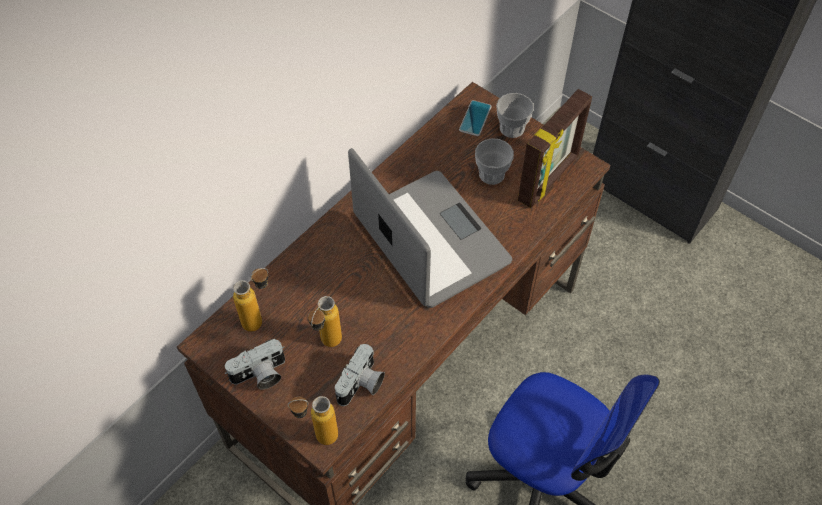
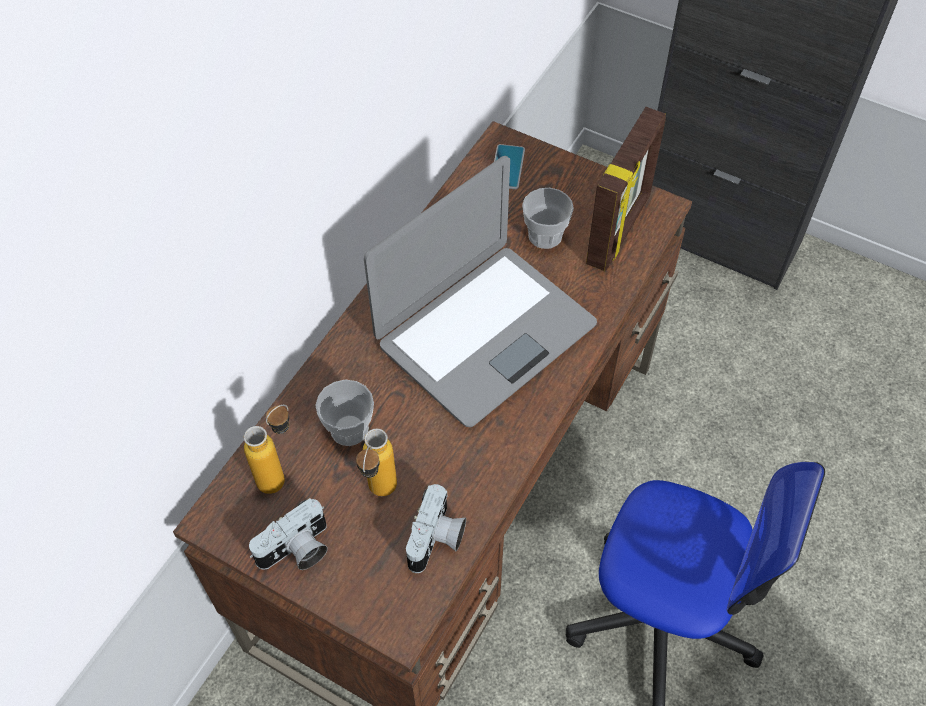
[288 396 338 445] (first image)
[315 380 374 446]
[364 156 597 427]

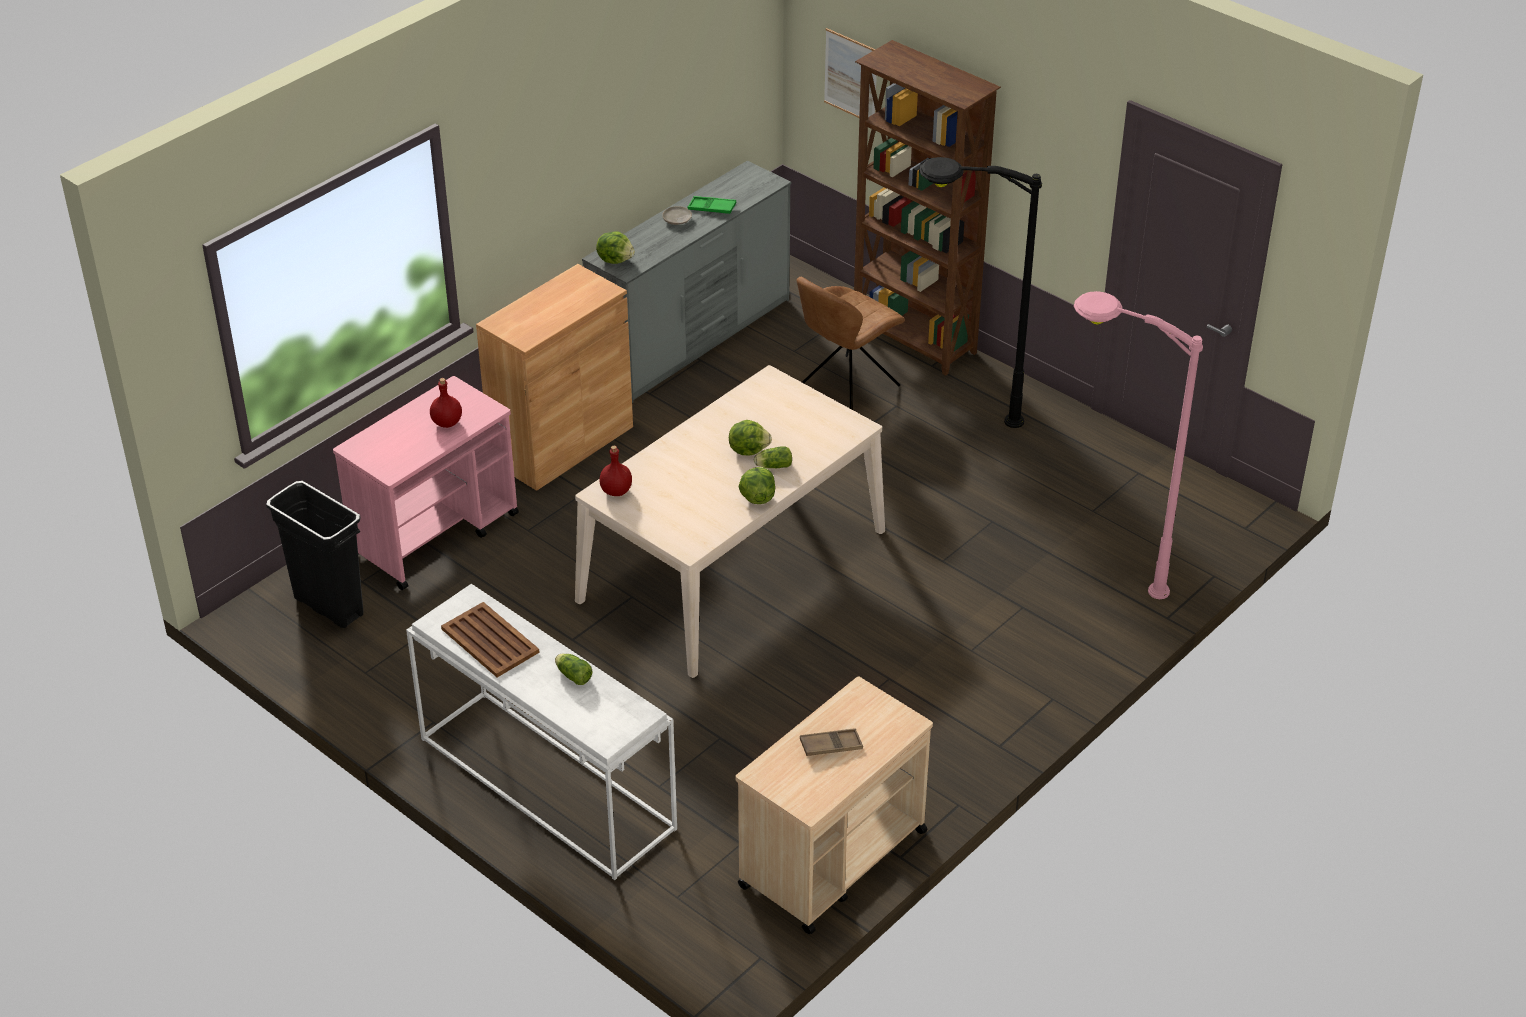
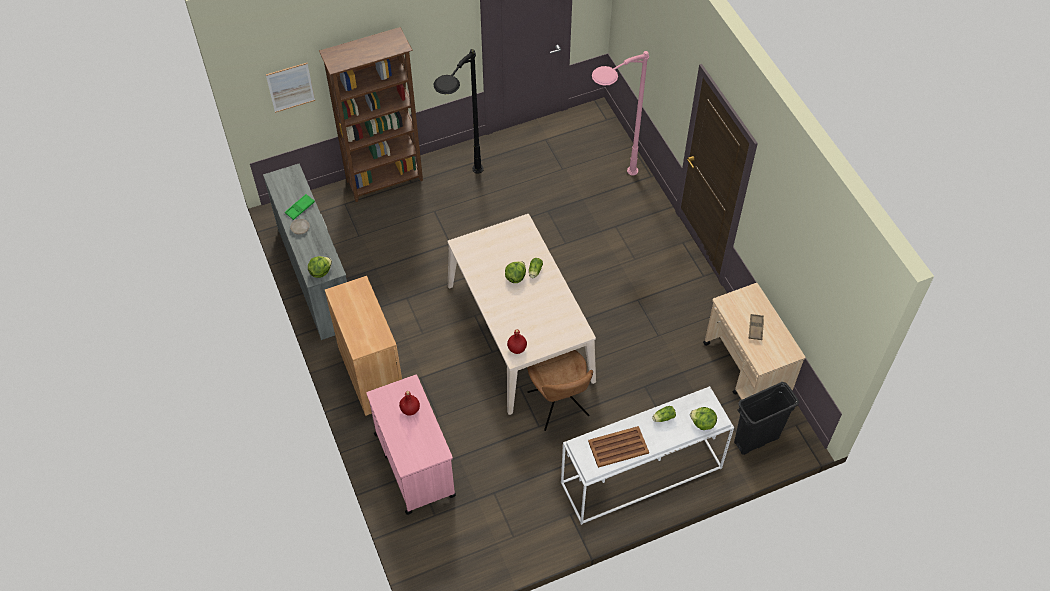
[734 382 799 455]
[690 407 717 430]
[527 350 593 431]

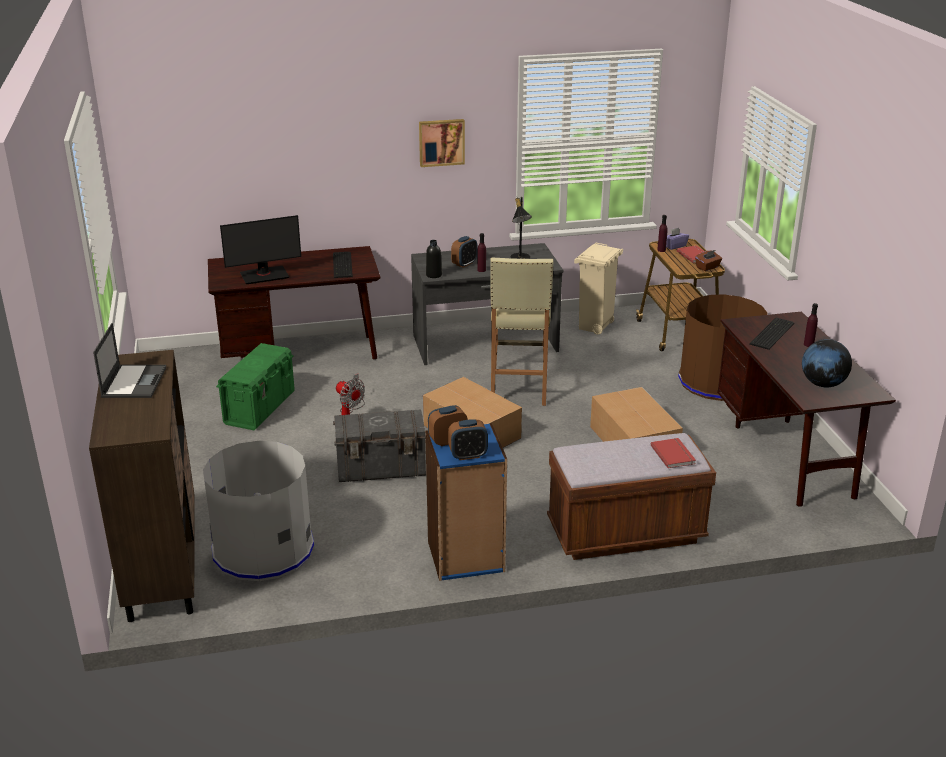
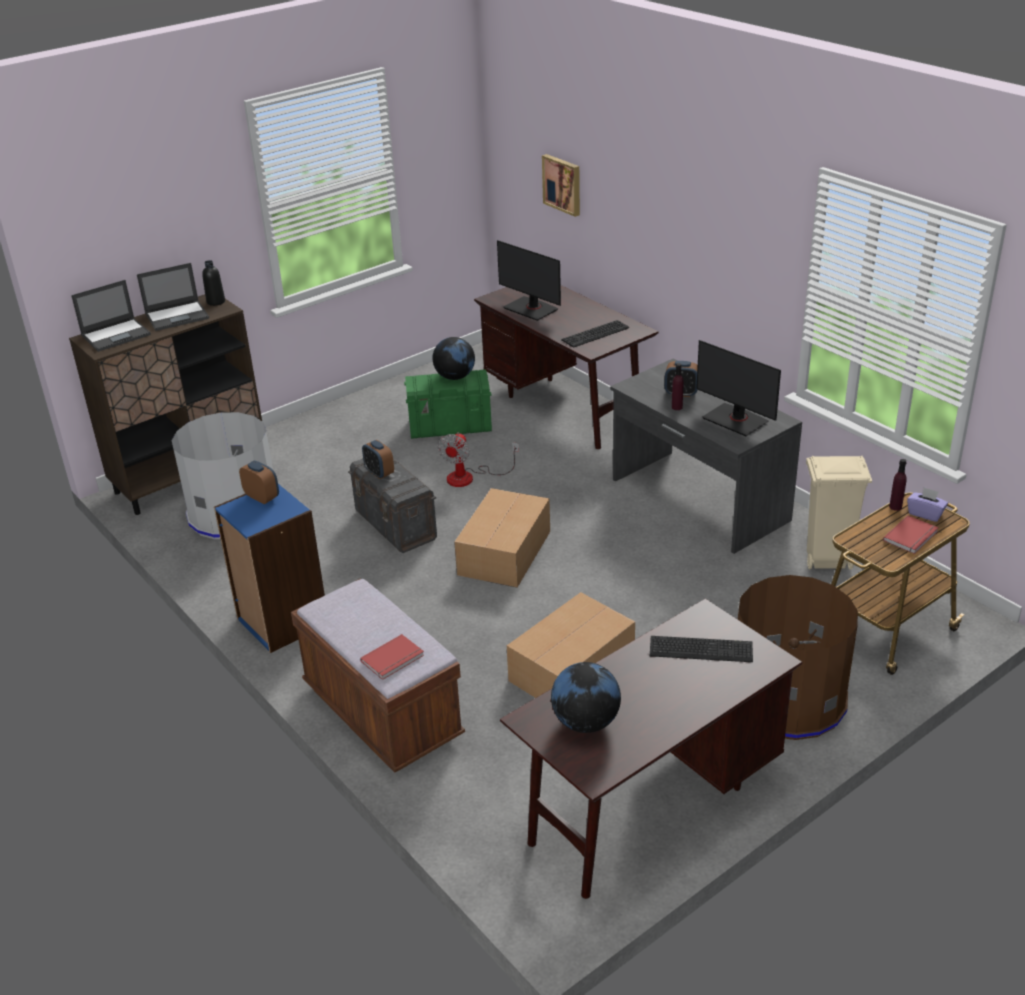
[490 258 553 406] (first image)
[695 250 722 271] (first image)
[804 303 818 347] (first image)
[71 280 151 352]
[432 337 475 380]
[542 154 580 217]
[202 260 225 306]
[362 440 394 479]
[696 340 781 436]

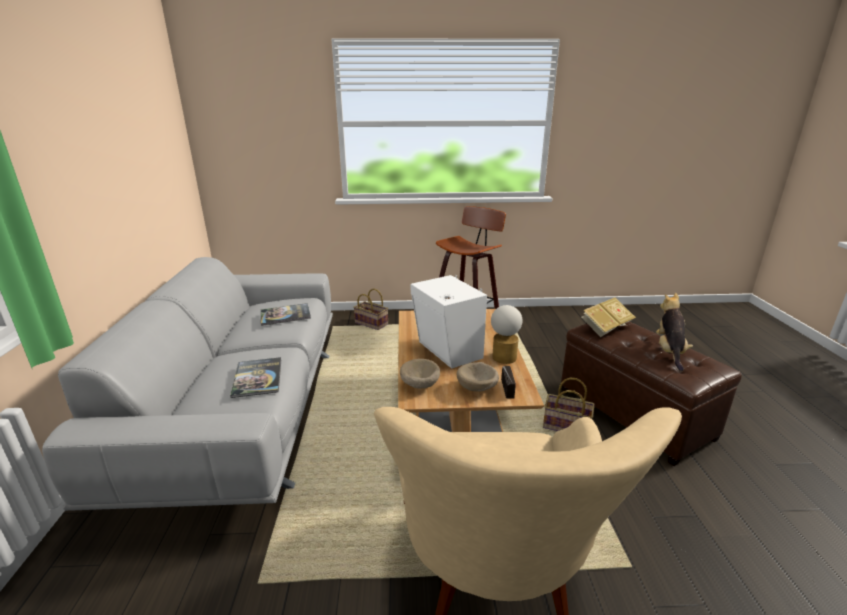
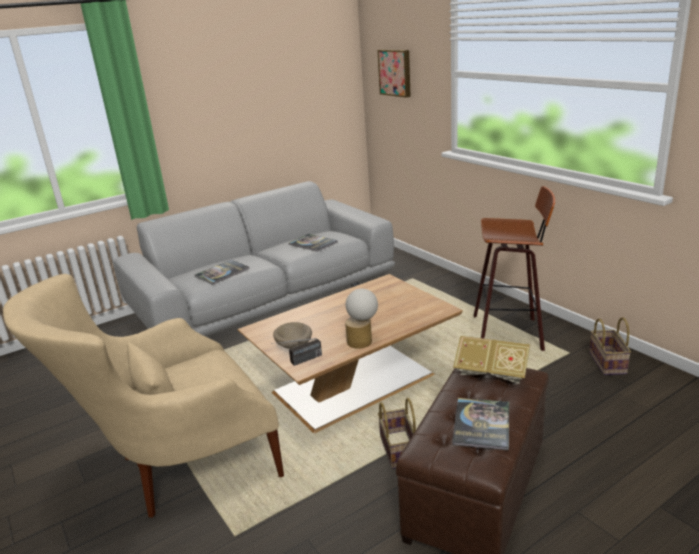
[400 359 440 389] (first image)
[411 275 487 369] (first image)
[377 49 411 98]
[589 317 631 375]
[452 398 509 450]

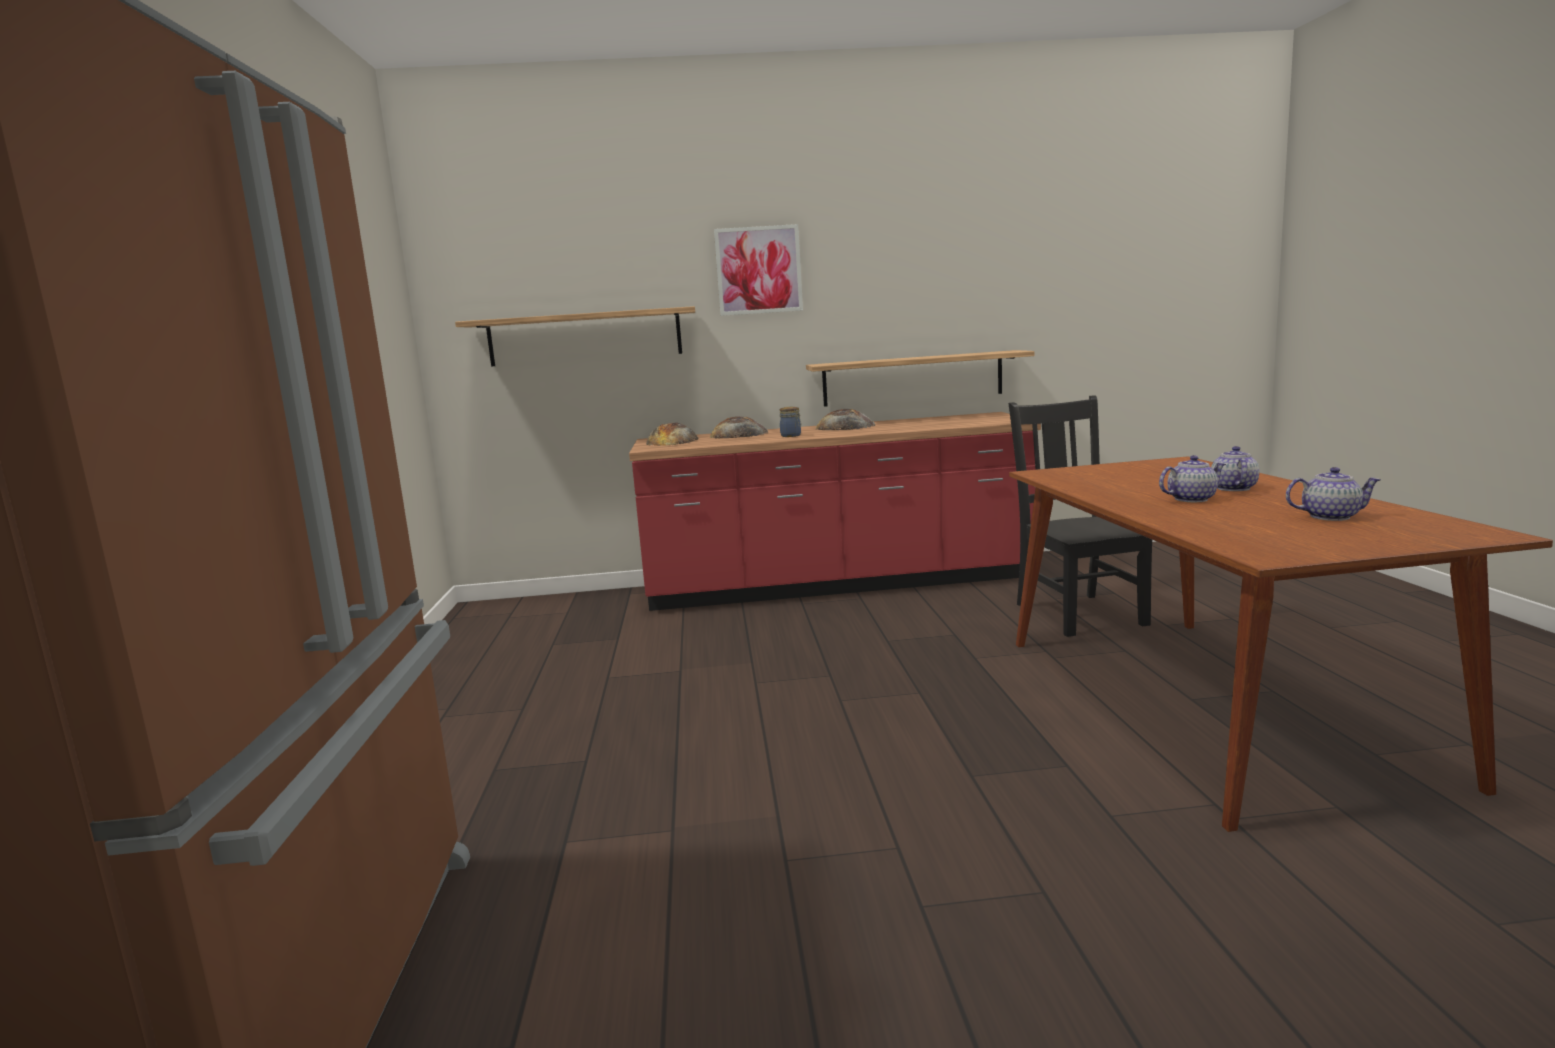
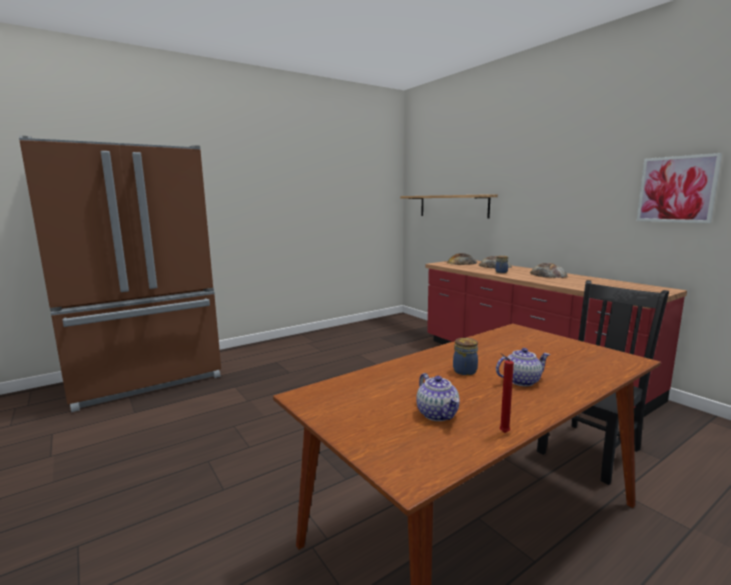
[806 350 1034 407] (first image)
[499 353 514 433]
[637 153 722 223]
[453 338 478 375]

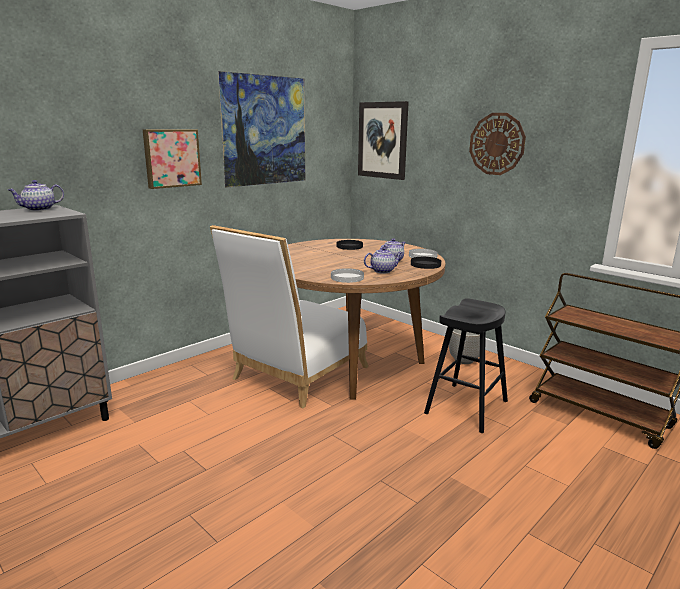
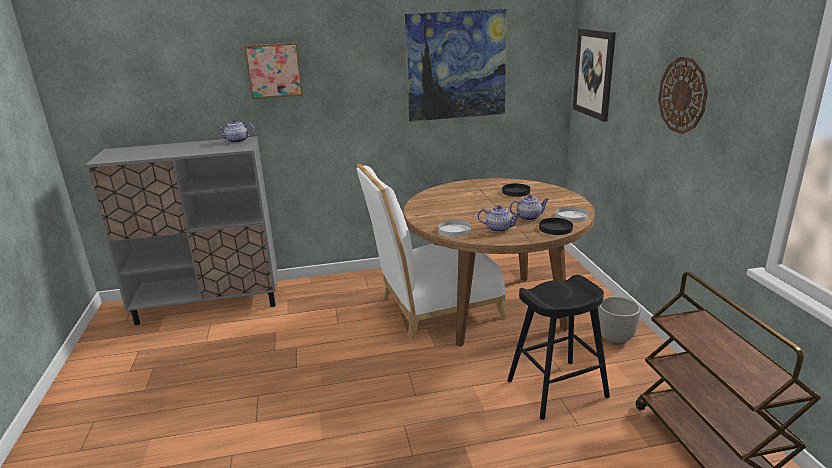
[244 42 303 99]

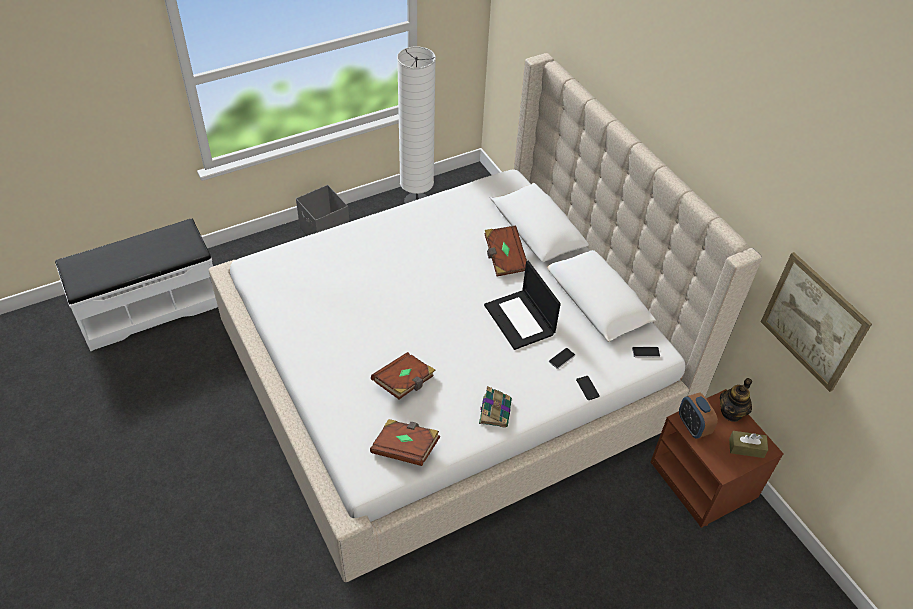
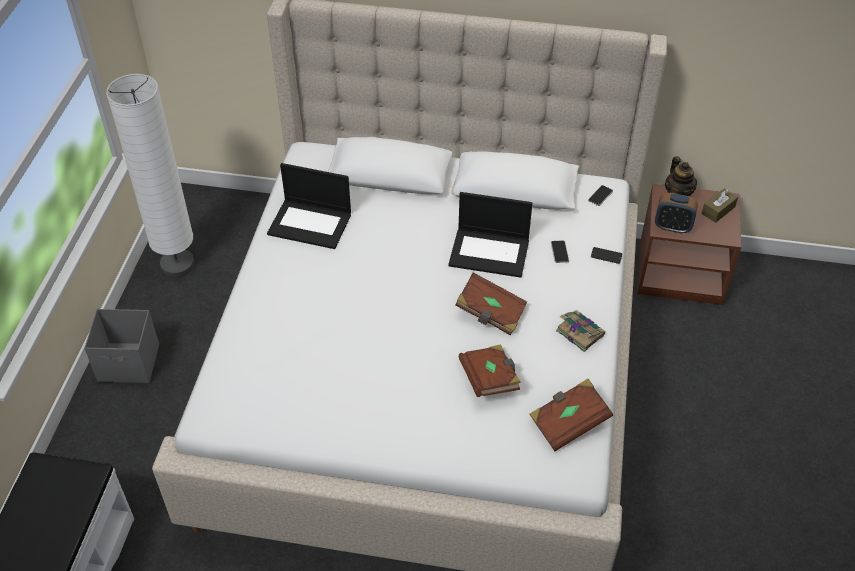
[761 252 872 392] (first image)
[267 163 351 249]
[455 273 527 336]

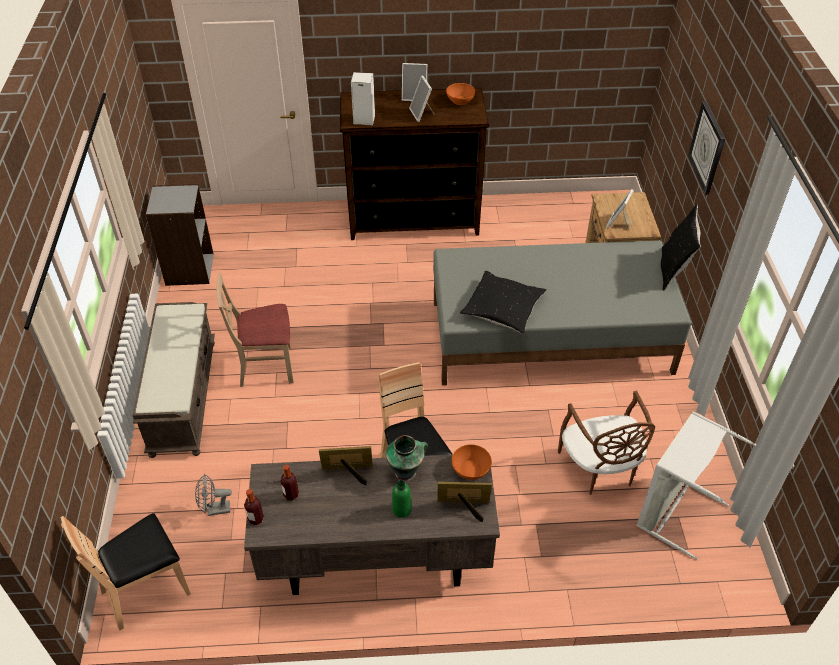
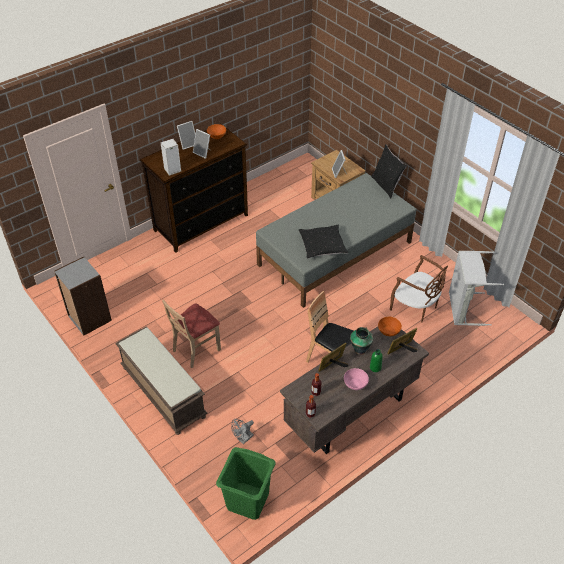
[688 101 725 195] (first image)
[344 368 369 390]
[216 447 275 520]

